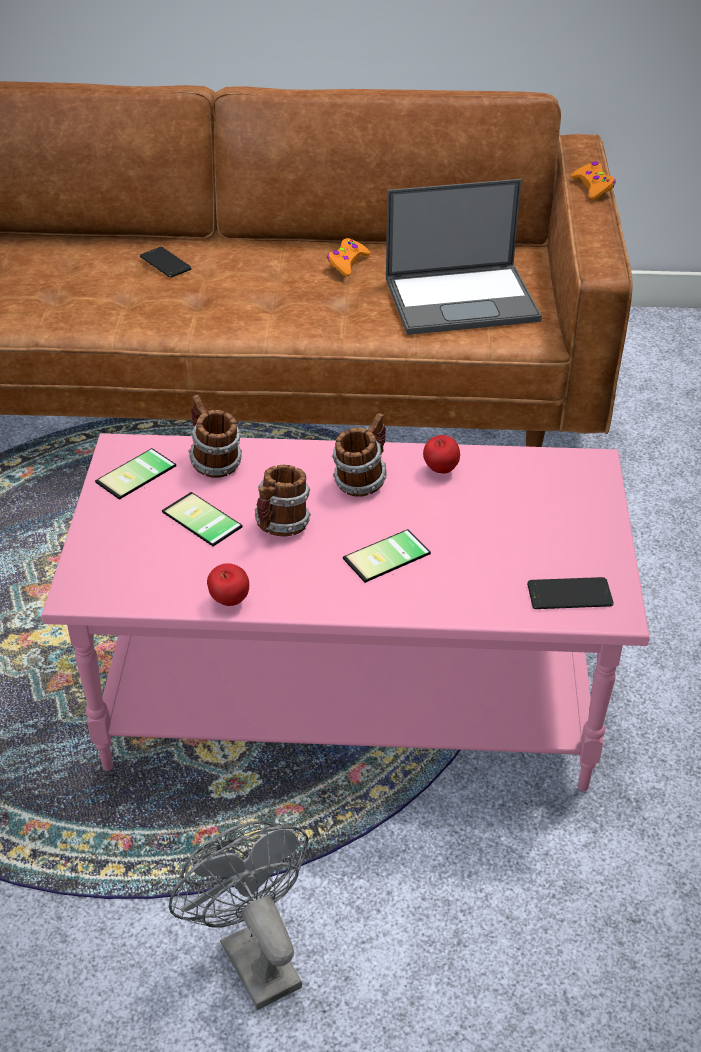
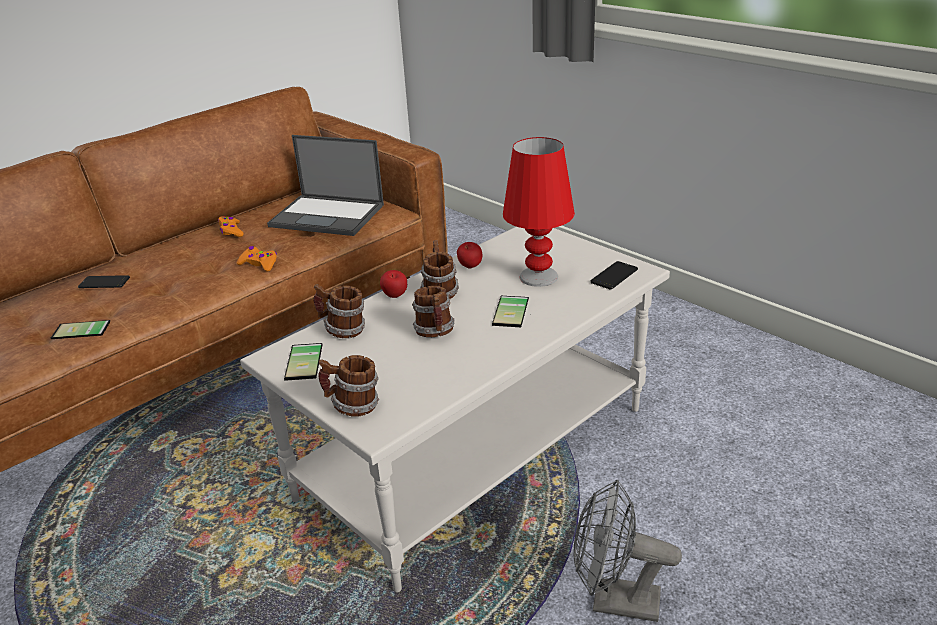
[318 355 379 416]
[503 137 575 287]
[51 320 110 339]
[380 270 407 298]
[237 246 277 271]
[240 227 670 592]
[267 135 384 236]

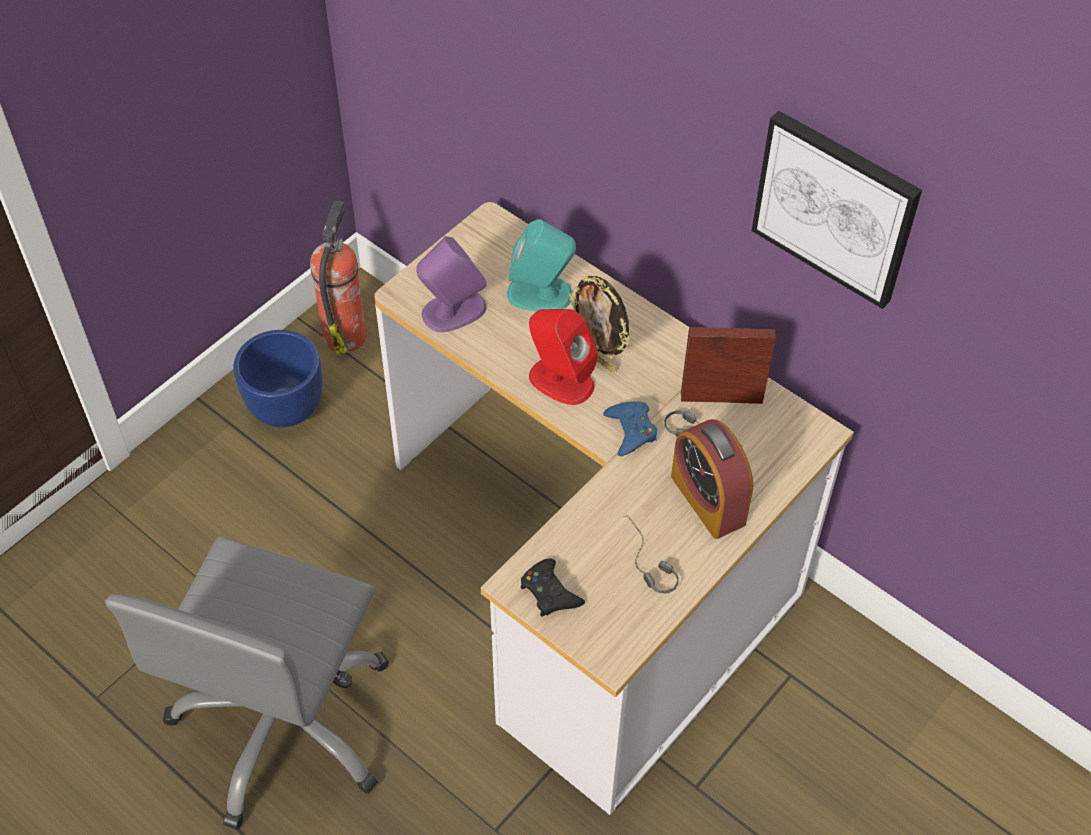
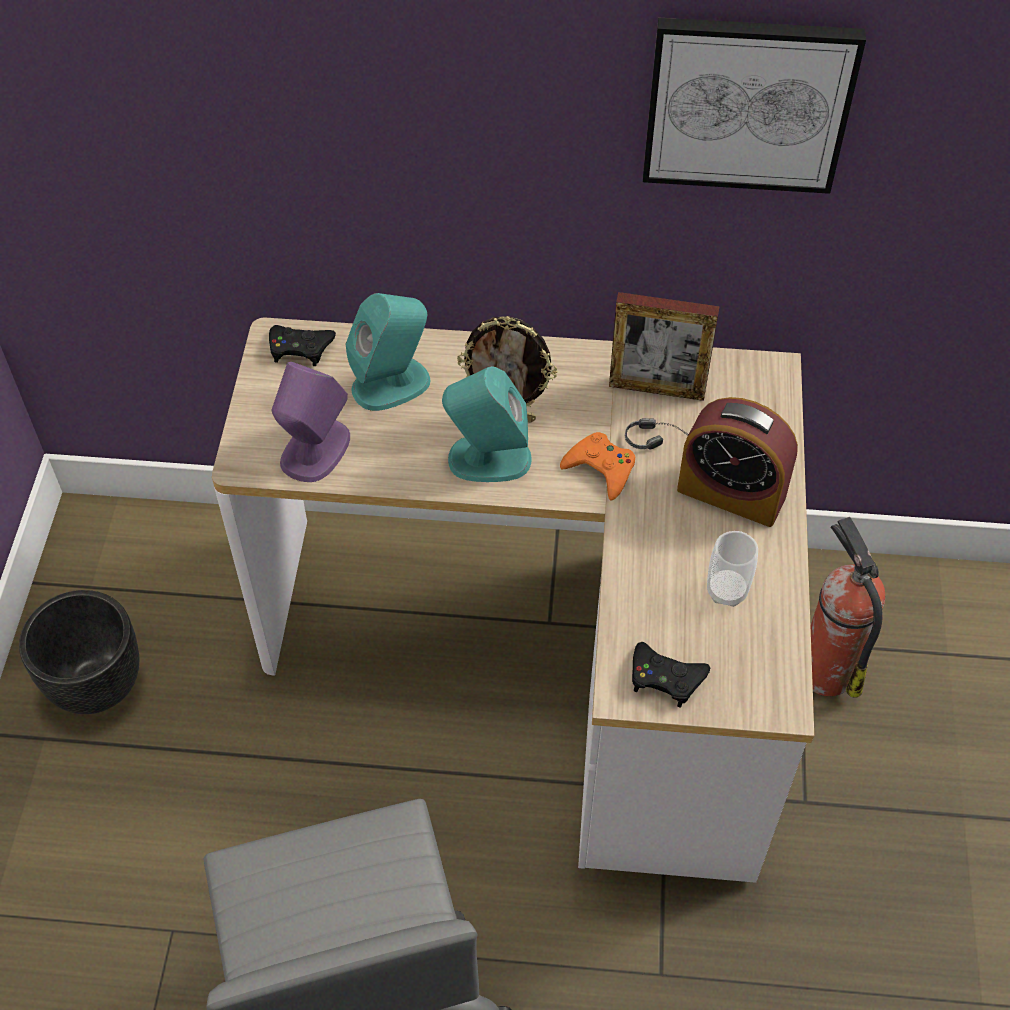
[269 325 336 366]
[811 517 885 698]
[707 531 758 607]
[19 590 139 714]
[442 366 532 482]
[560 432 635 501]
[609 292 719 401]

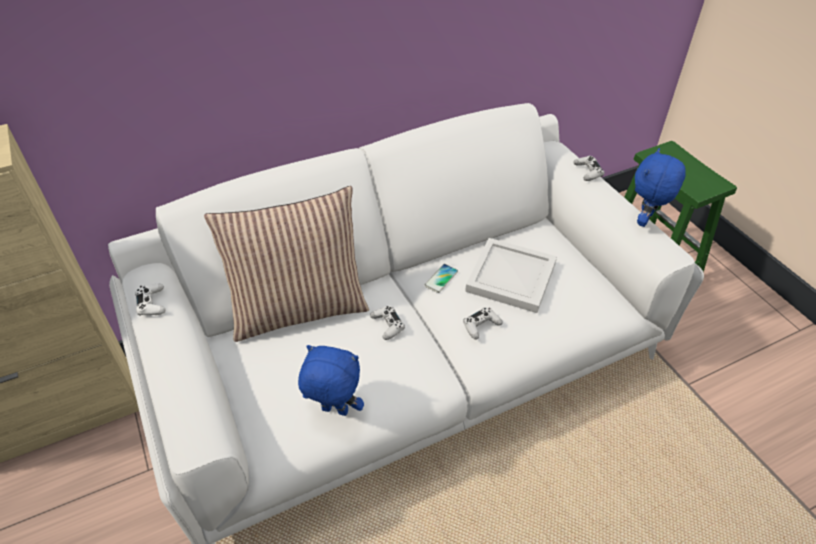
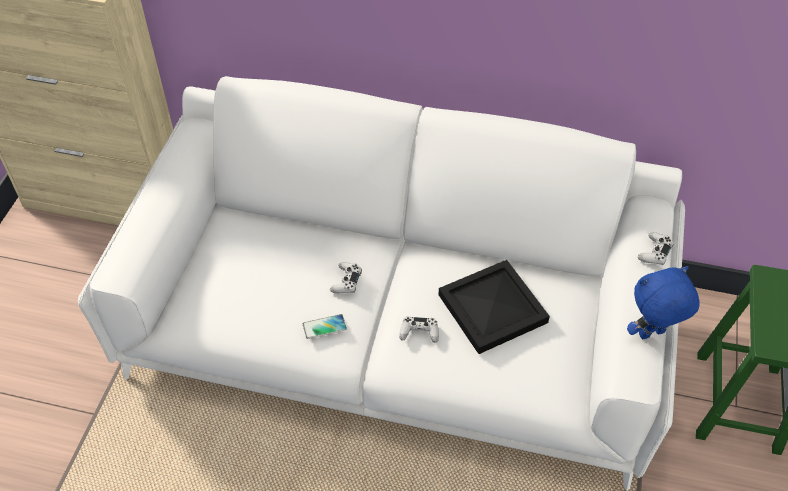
[135 284 166 316] (first image)
[204 186 369 342] (first image)
[298 345 364 416] (first image)
[303 314 347 339]
[438 260 550 354]

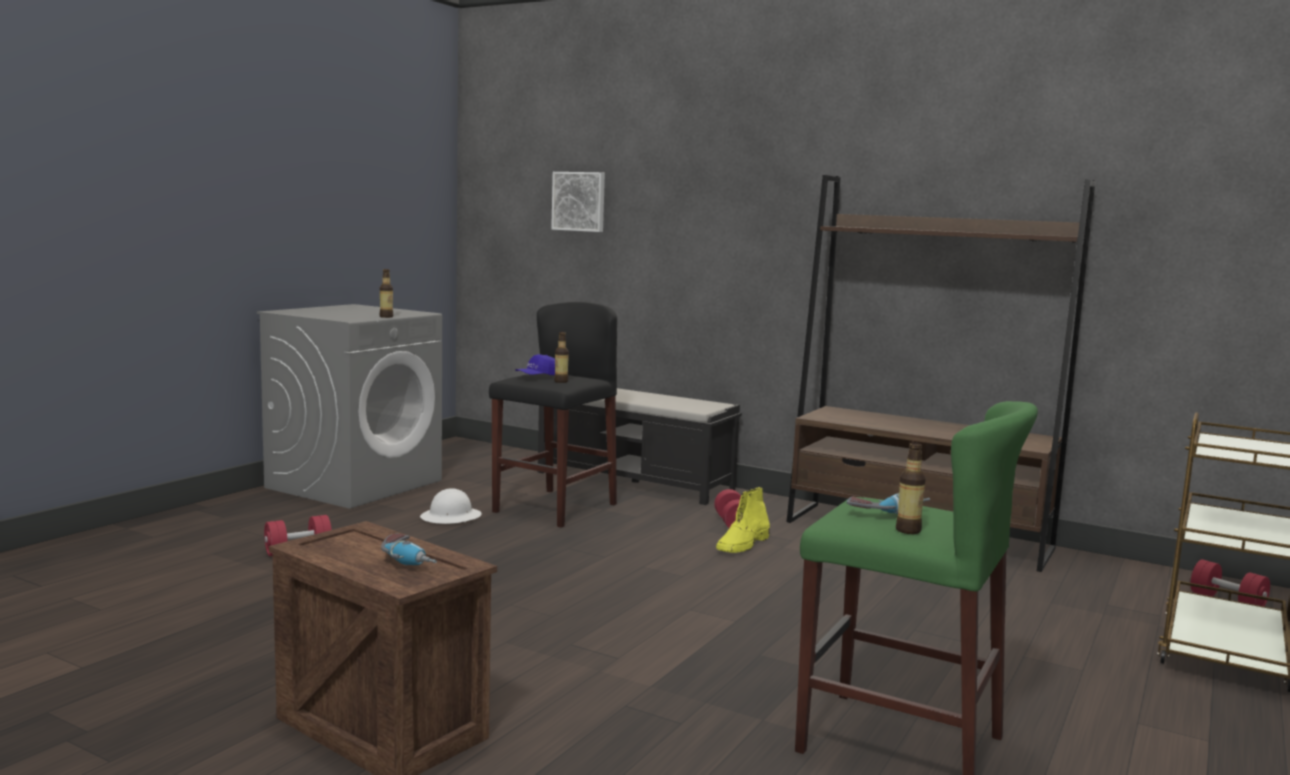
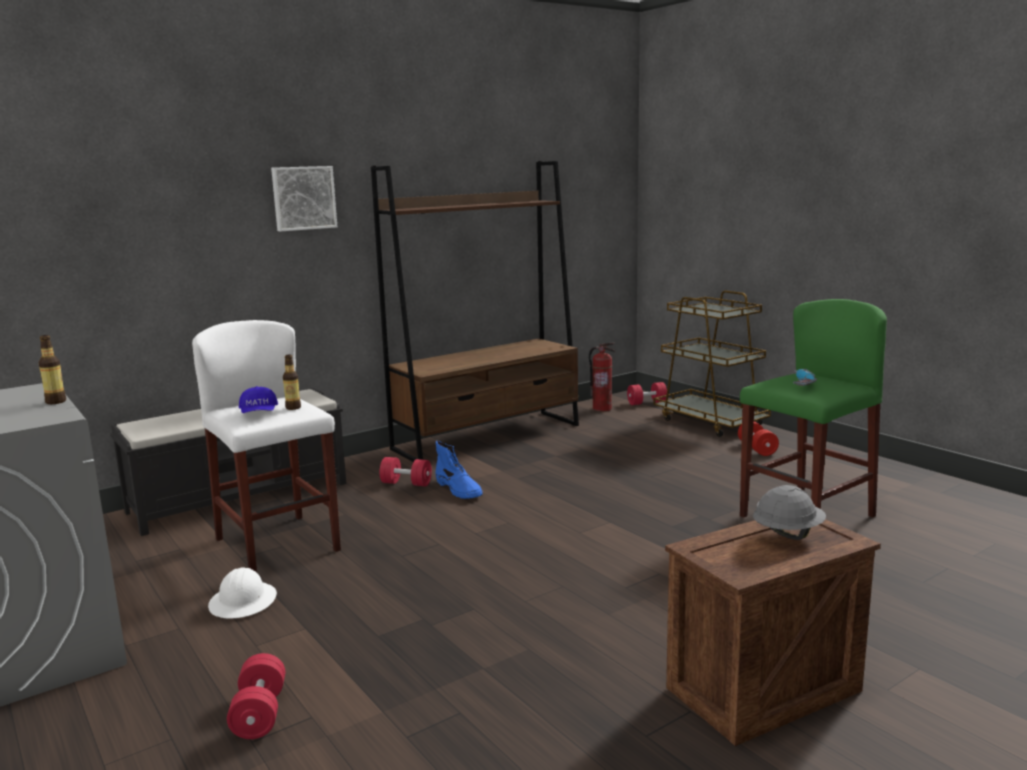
[896 442 926 534] (first image)
[589 342 615 412]
[738 421 779 456]
[271 166 337 231]
[753 485 826 540]
[192 320 341 572]
[435 441 483 499]

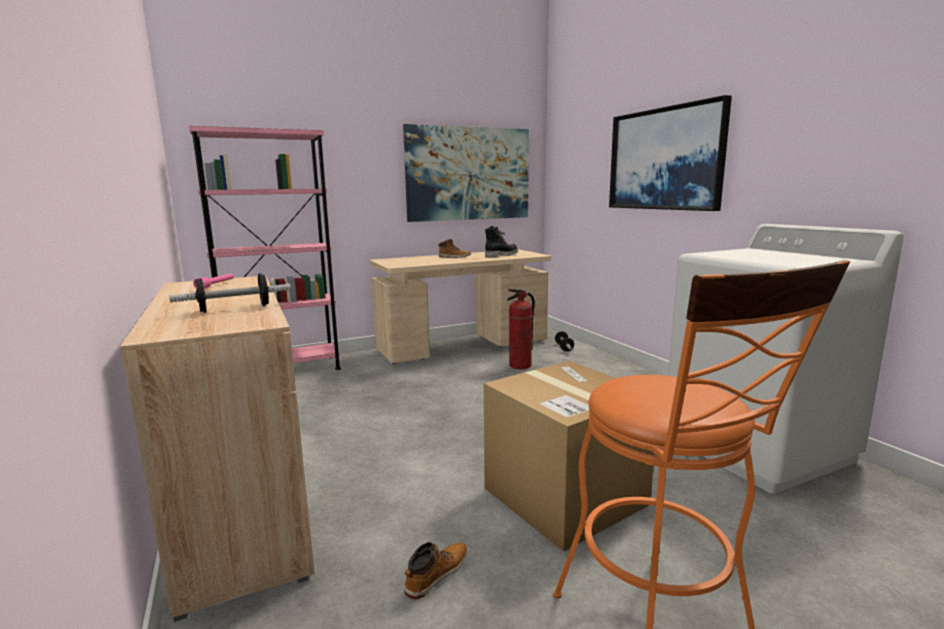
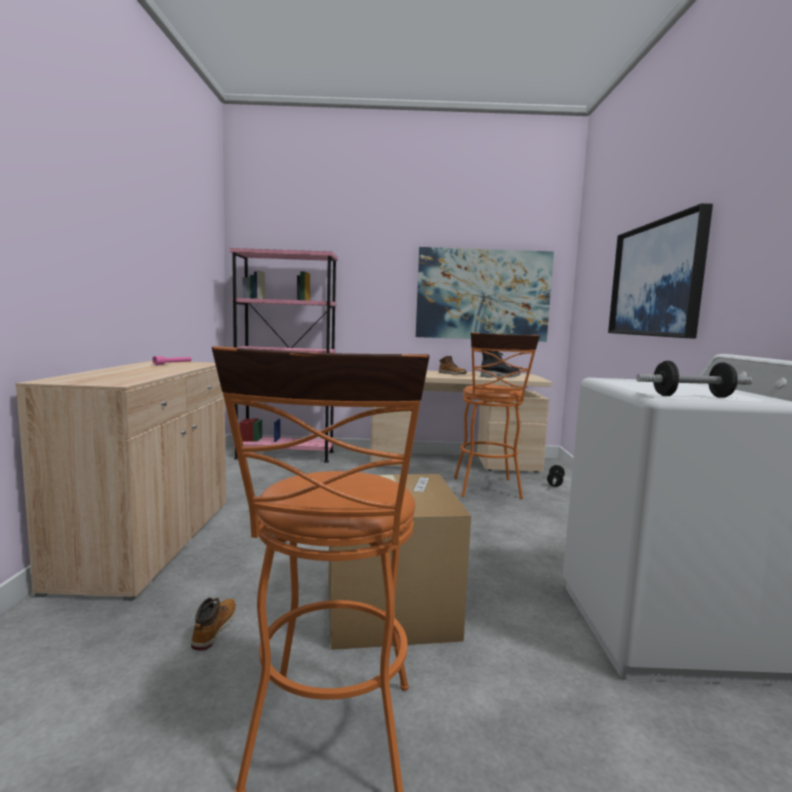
[636 361 753 398]
[454 332 540 499]
[191 598 236 651]

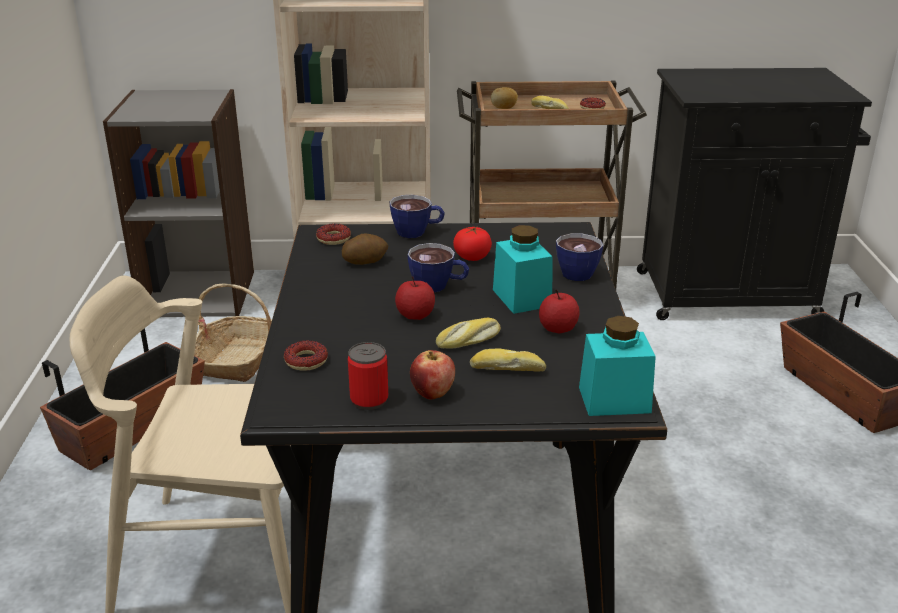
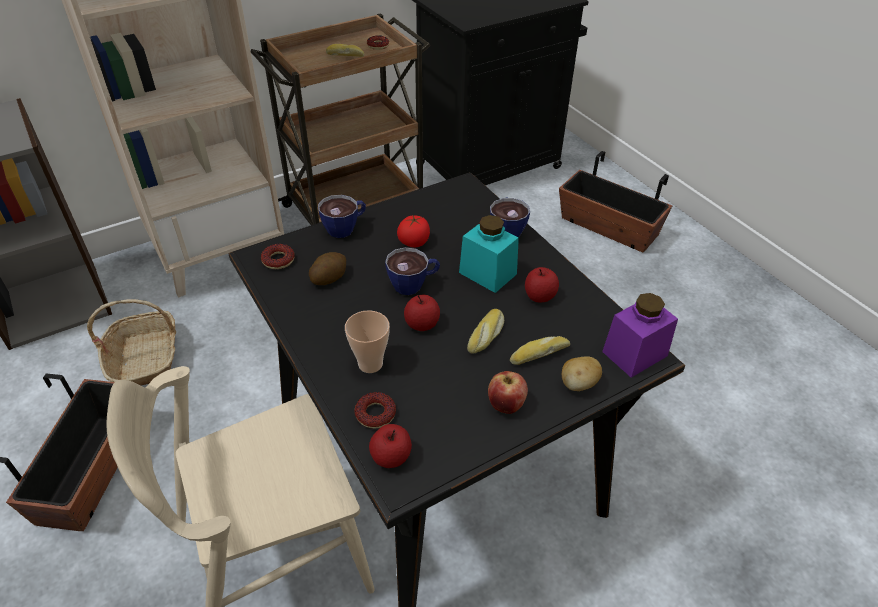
[348 342 388 410] (first image)
[345 310 390 373]
[369 424 412 468]
[562 356 602 391]
[602 293 678 378]

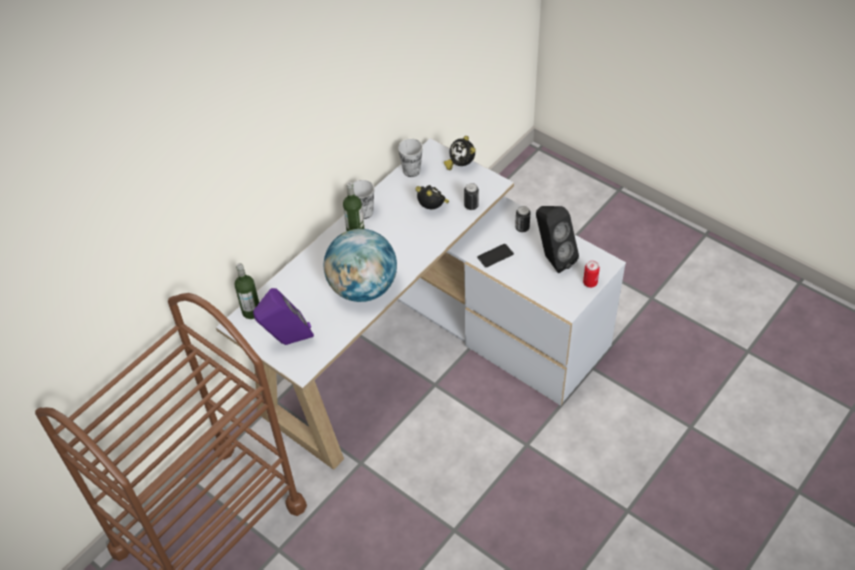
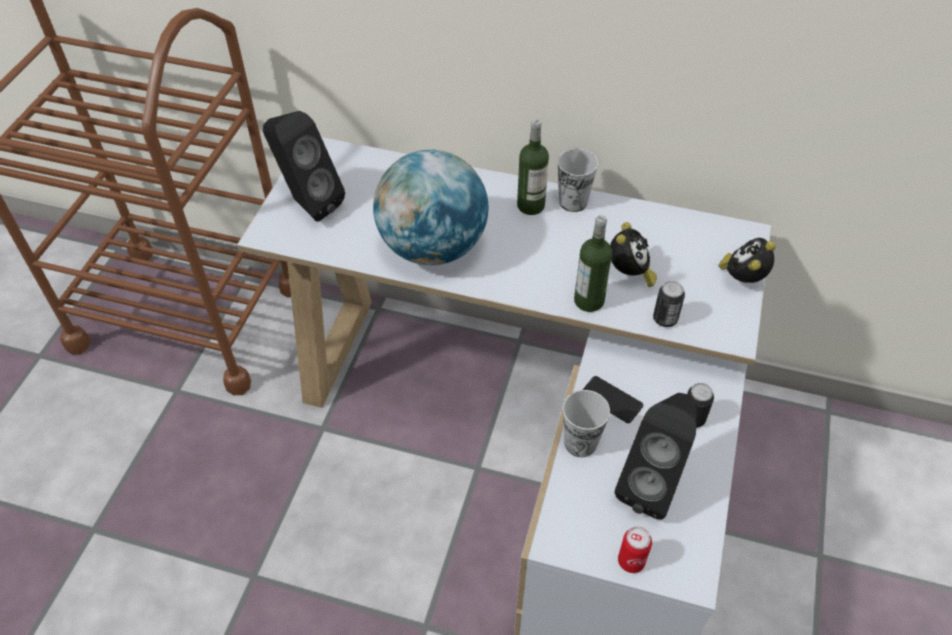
[574 215 612 312]
[563 390 610 457]
[263 111 345 222]

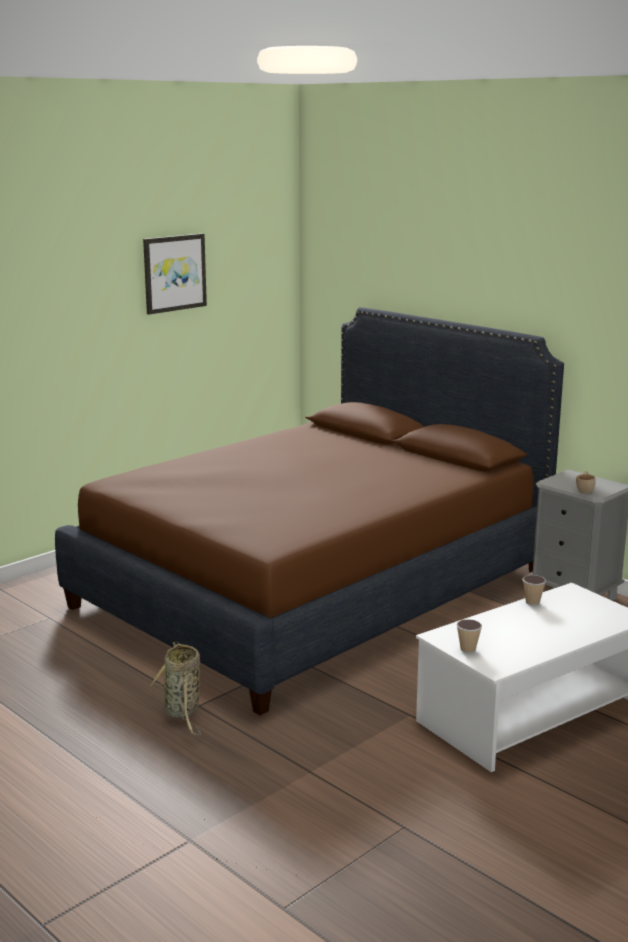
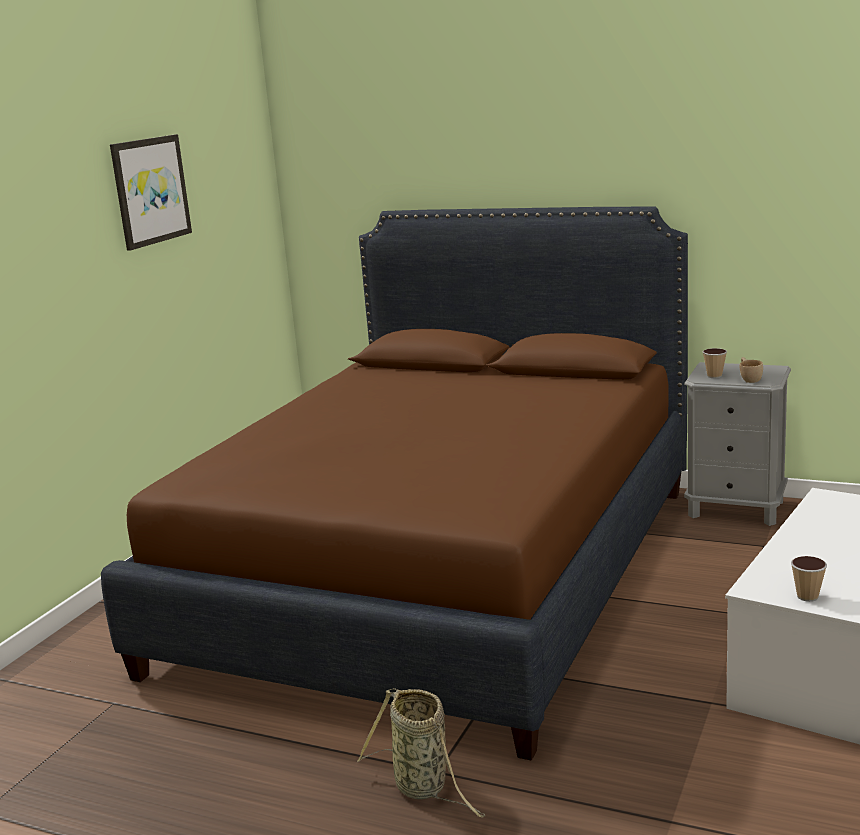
[703 348 727 378]

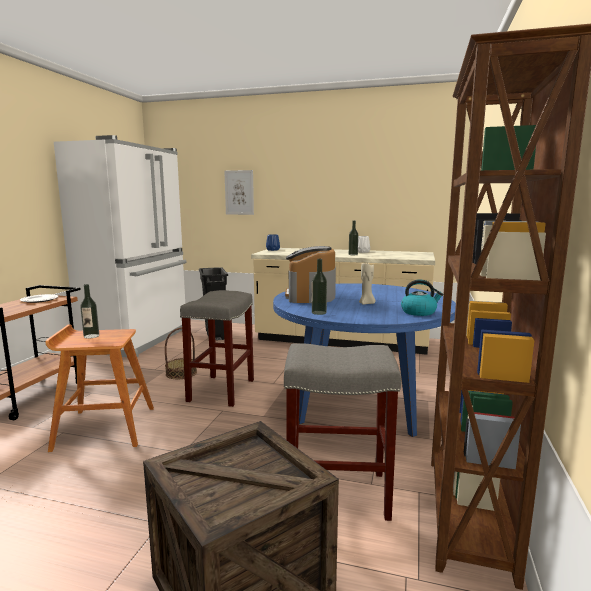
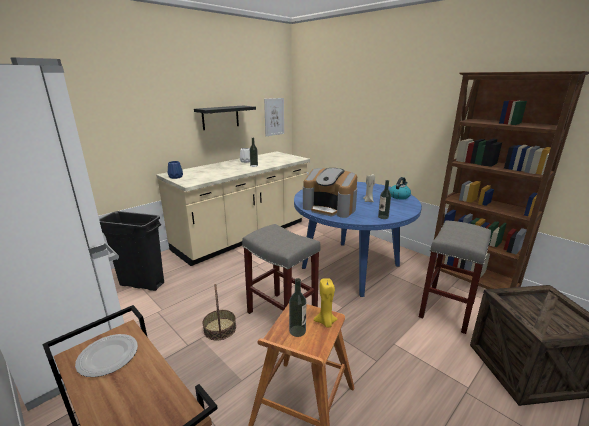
[194 106 256 130]
[314 278 337 327]
[264 98 284 136]

